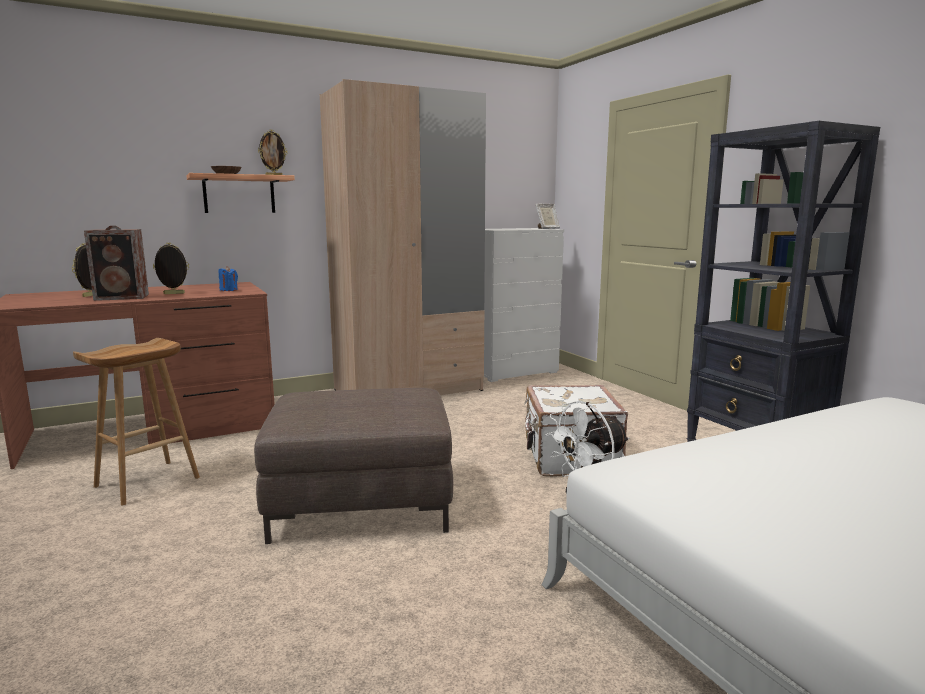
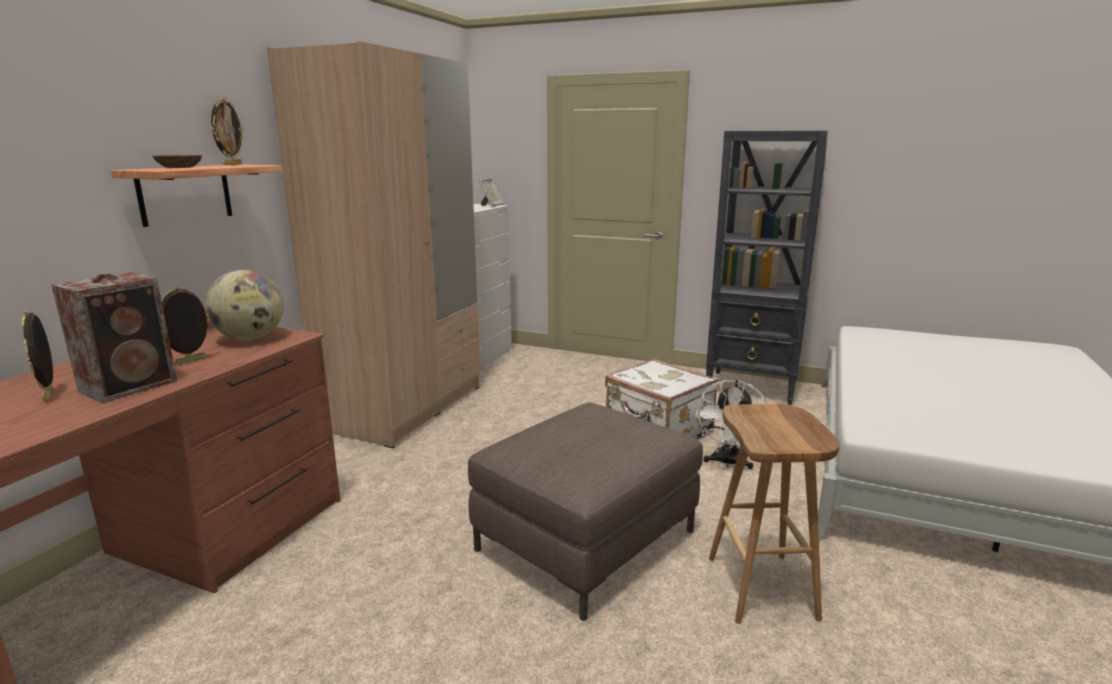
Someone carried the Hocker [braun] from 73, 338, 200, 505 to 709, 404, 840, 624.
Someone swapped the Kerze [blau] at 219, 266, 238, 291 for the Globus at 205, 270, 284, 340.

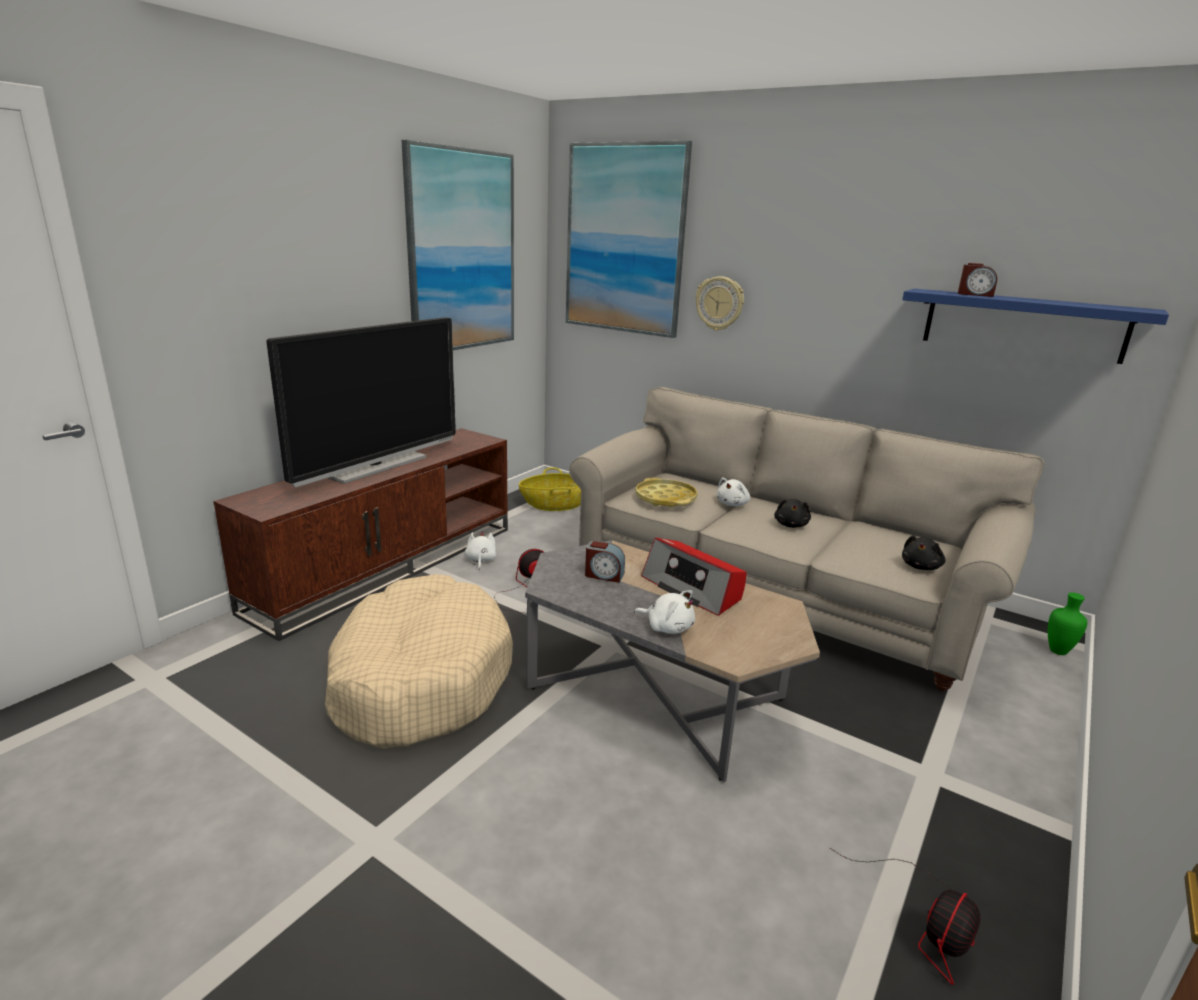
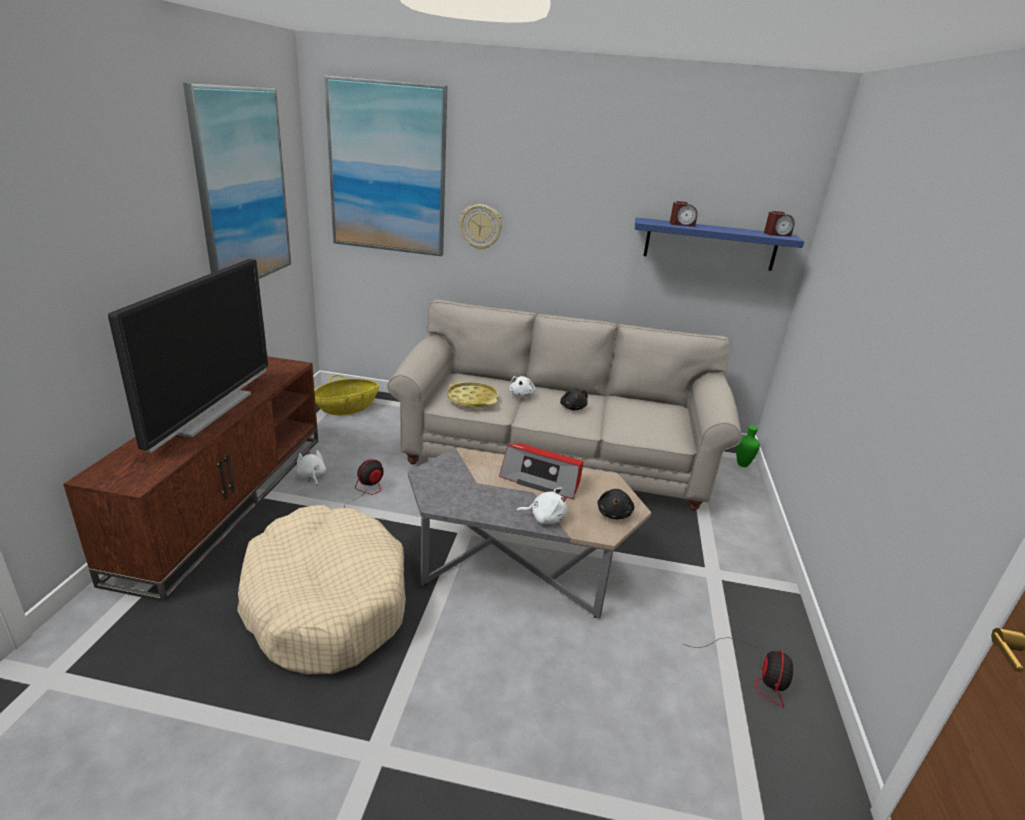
Someone carried the Wecker from 585, 541, 625, 583 to 764, 211, 794, 237.
Someone carried the Plüschtier [schwarz] from 902, 536, 945, 570 to 597, 489, 634, 519.

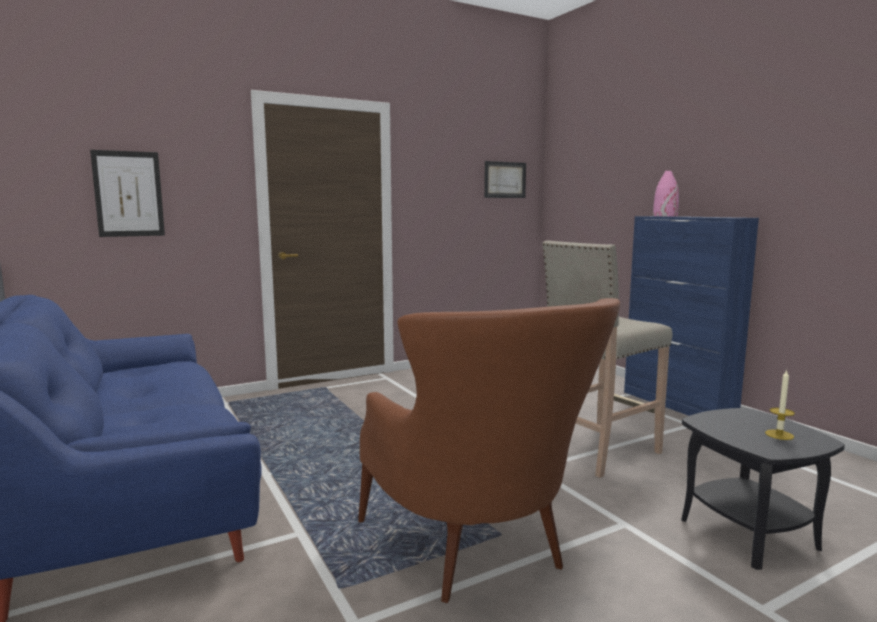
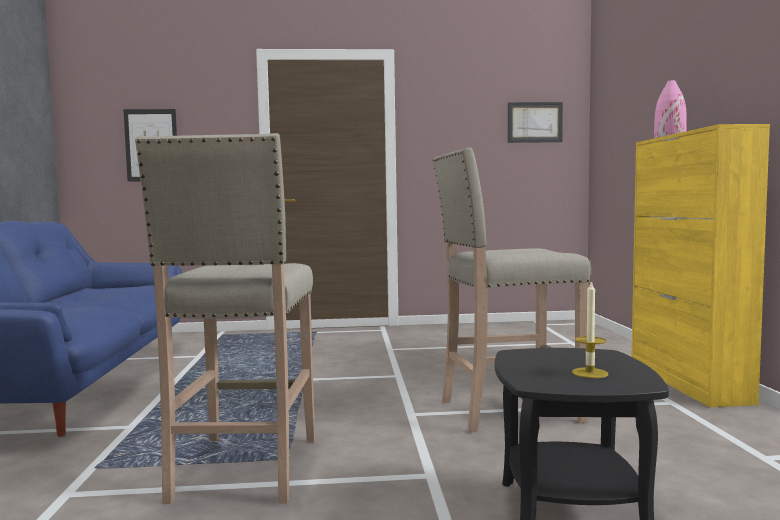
Someone swapped the Sessel [braun] at 358, 298, 620, 603 for the Hocker [beige] at 135, 133, 315, 504.
Someone repainted the Schrank [blau] at 624, 216, 759, 416, which became the Schrank [gelb] at 632, 124, 770, 407.

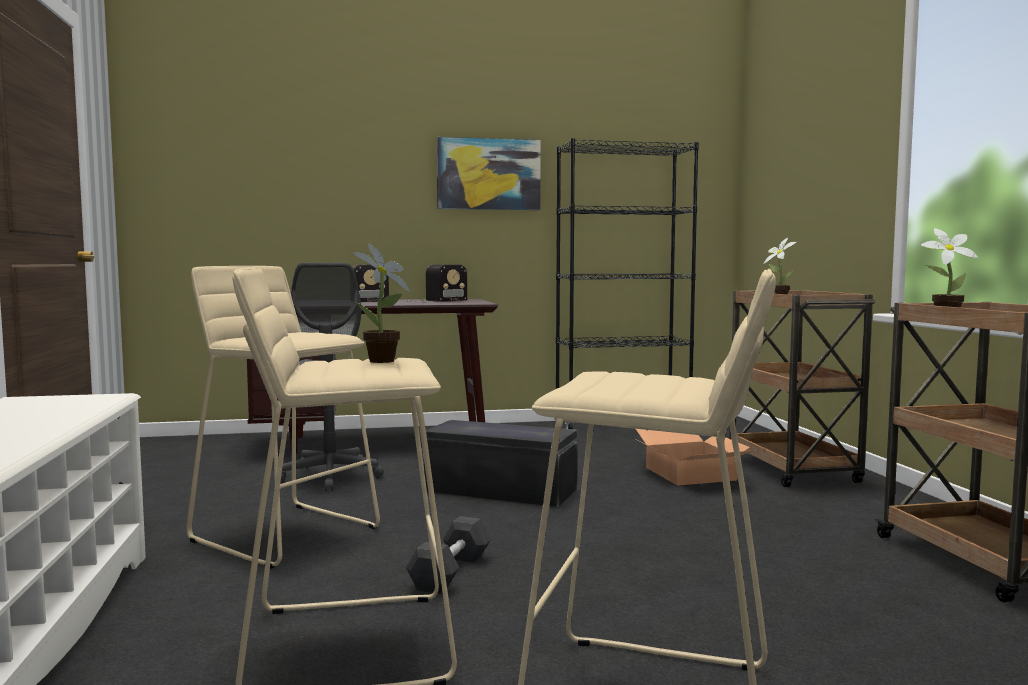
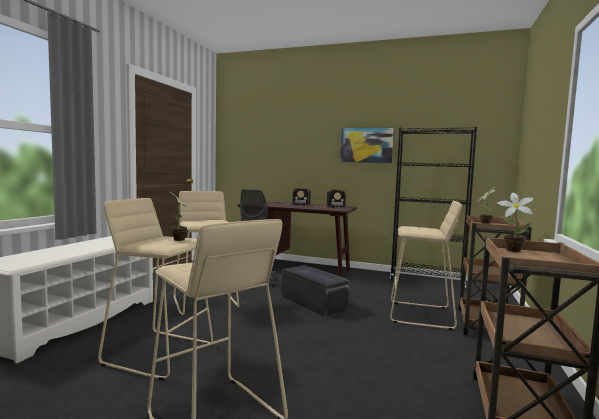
Someone took away the Hantel [grau] at 406, 516, 491, 594.
Someone swapped the Karton at 636, 429, 756, 486 for the Hocker [beige] at 390, 201, 462, 330.

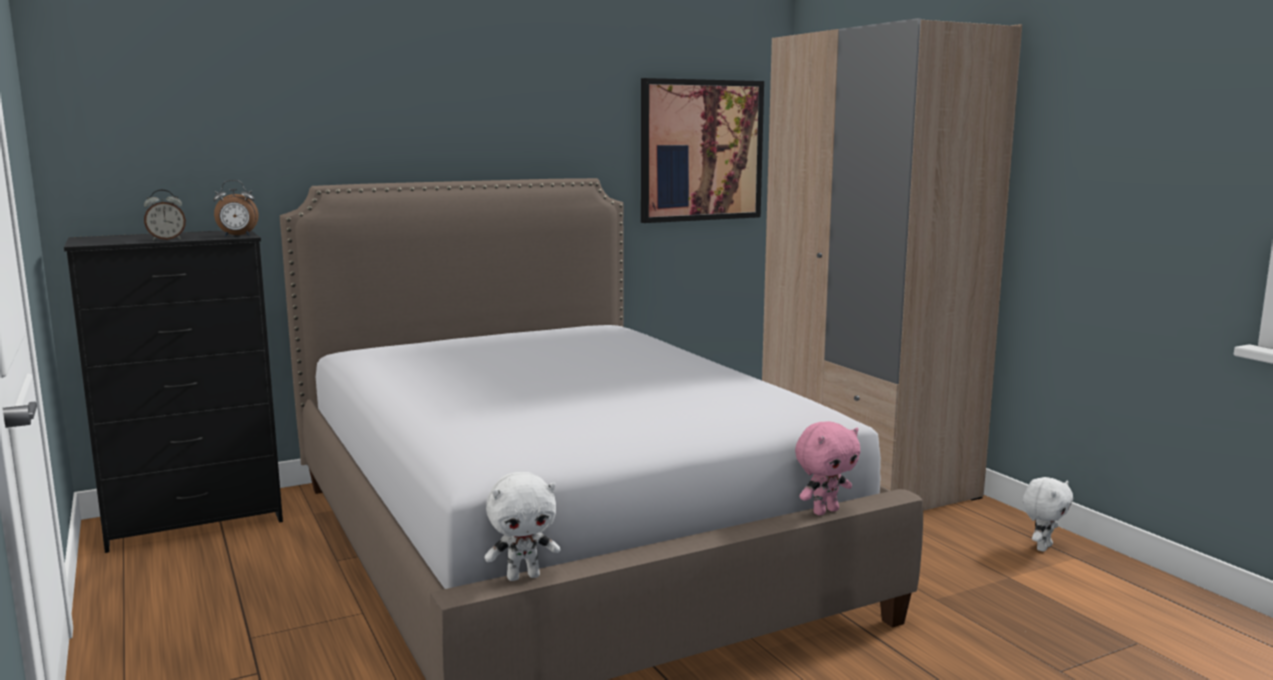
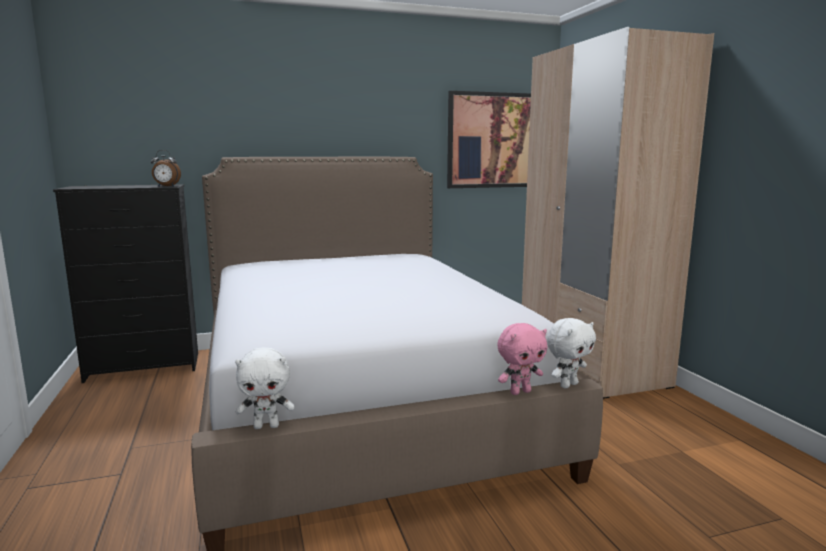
Someone took away the Wecker at 144, 190, 186, 240.
Someone carried the Plüschtier [weiß] from 1023, 477, 1073, 552 to 547, 318, 596, 389.

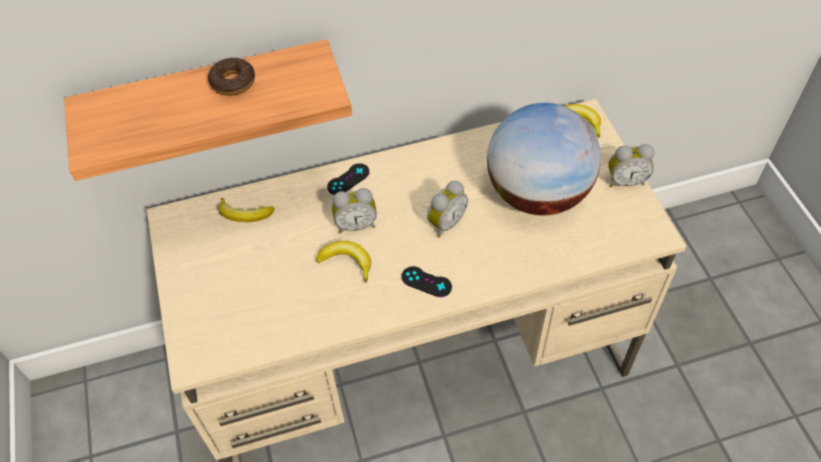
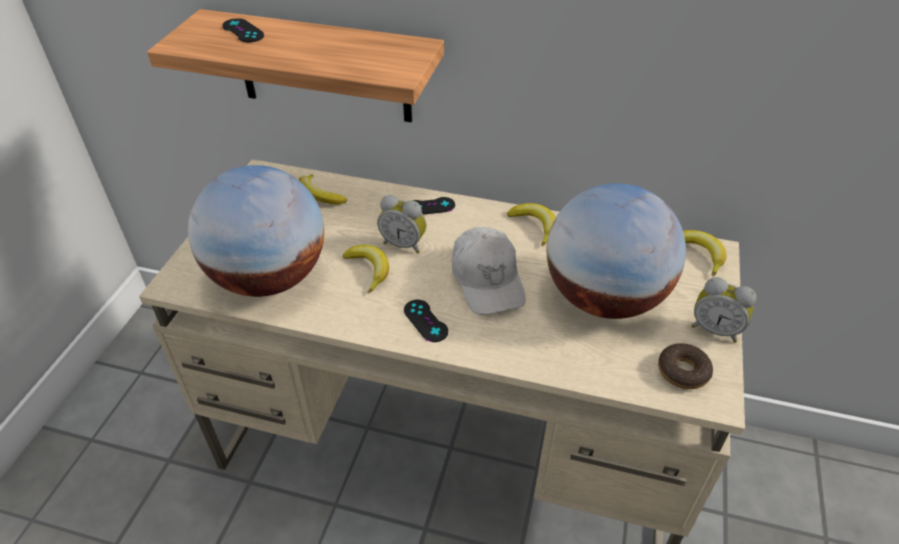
Someone put down the Globus at 188, 165, 324, 297.
Someone put down the Gamepad [schwarz] at 222, 18, 264, 42.
Someone put down the Banane at 507, 203, 556, 246.
Someone carried the Donut from 208, 58, 255, 96 to 658, 343, 713, 389.
Someone swapped the Wecker at 427, 181, 468, 237 for the Kappe [weiß] at 452, 227, 526, 315.

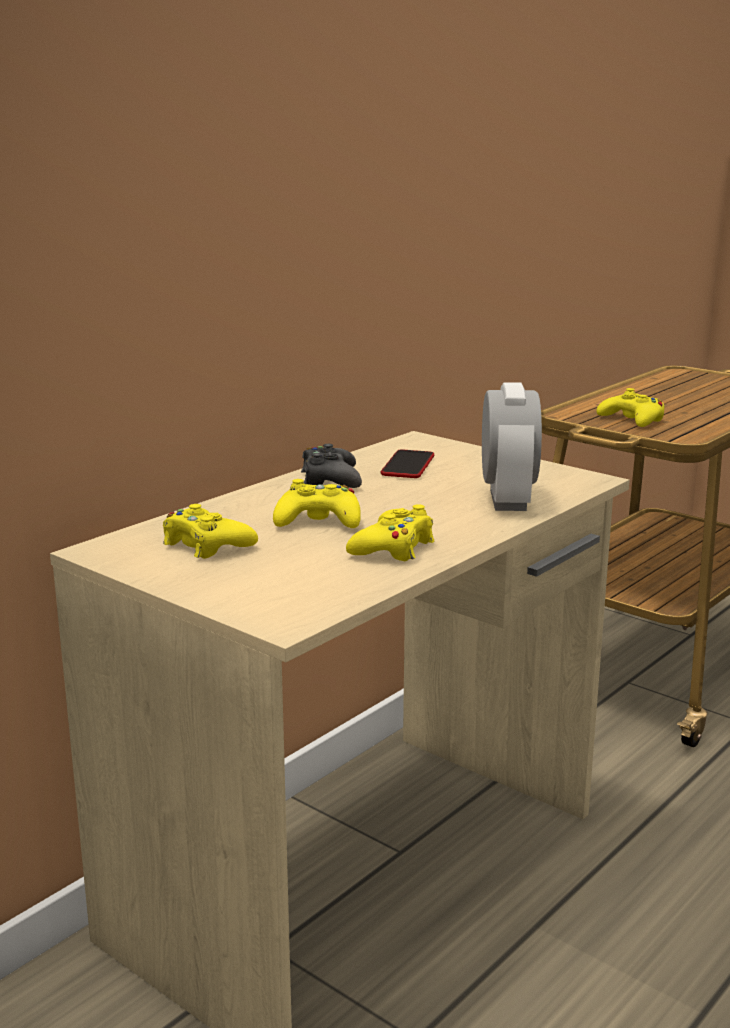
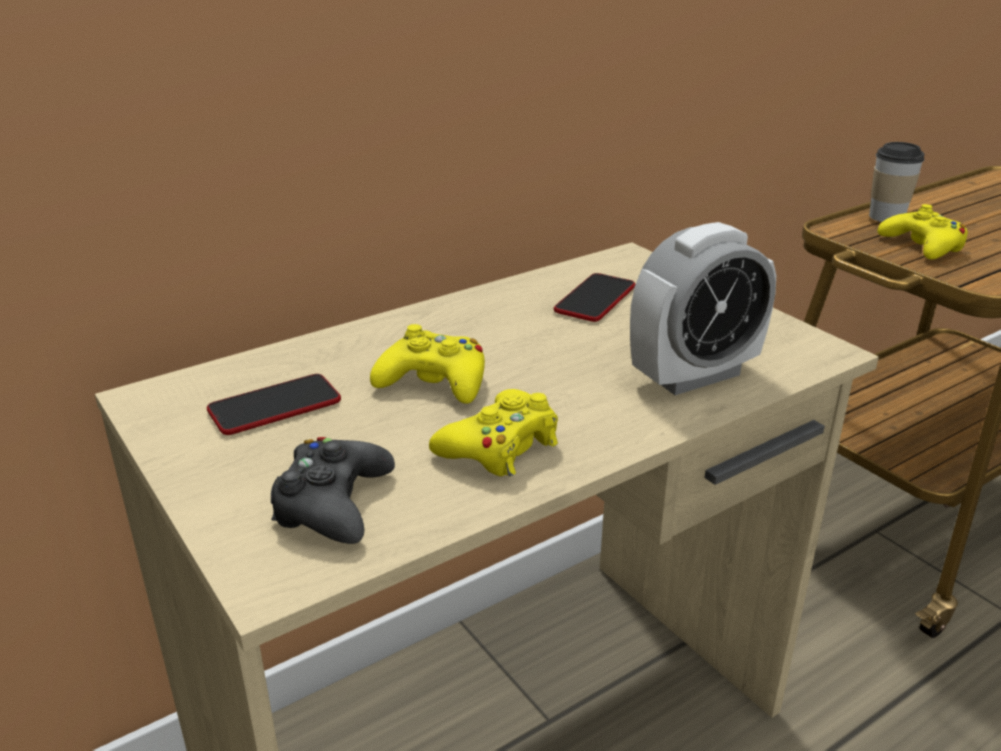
Someone put down the Tasse at 869, 142, 925, 222.
Someone carried the Gamepad [schwarz] from 301, 444, 362, 488 to 271, 437, 395, 544.
Someone swapped the Gamepad [gelb] at 163, 504, 258, 559 for the Handy at 207, 374, 341, 435.
Someone rotated the Wecker at 482, 382, 542, 511 by 45 degrees clockwise.

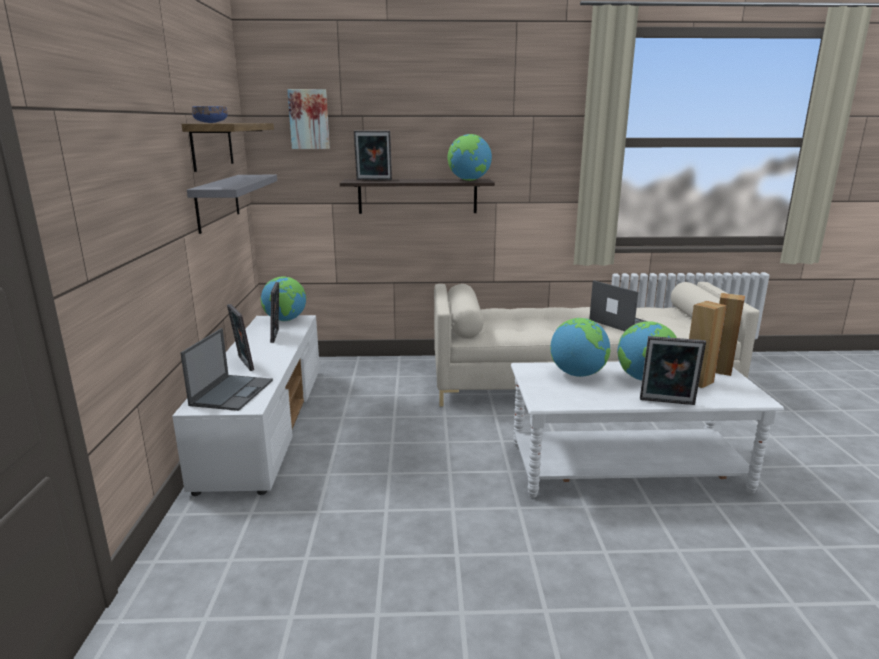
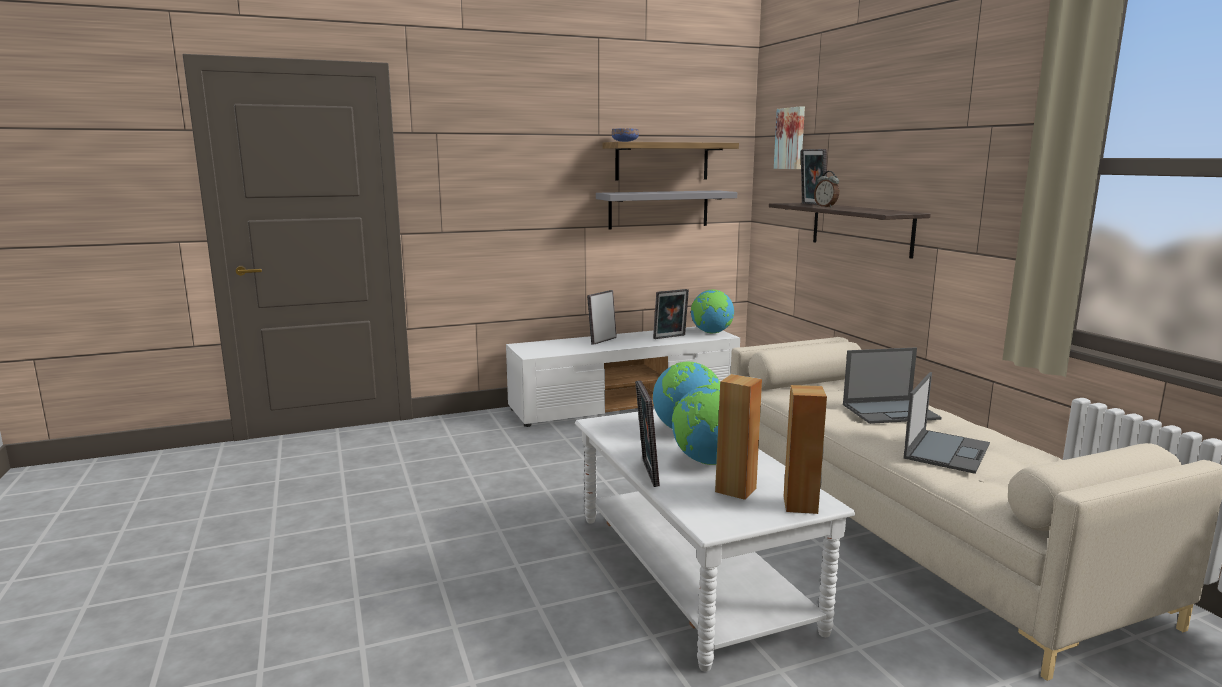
Someone took away the Globus at 448, 134, 492, 181.
Someone put down the Wecker at 814, 171, 839, 207.
Someone carried the Laptop from 180, 328, 273, 411 to 843, 348, 942, 424.

